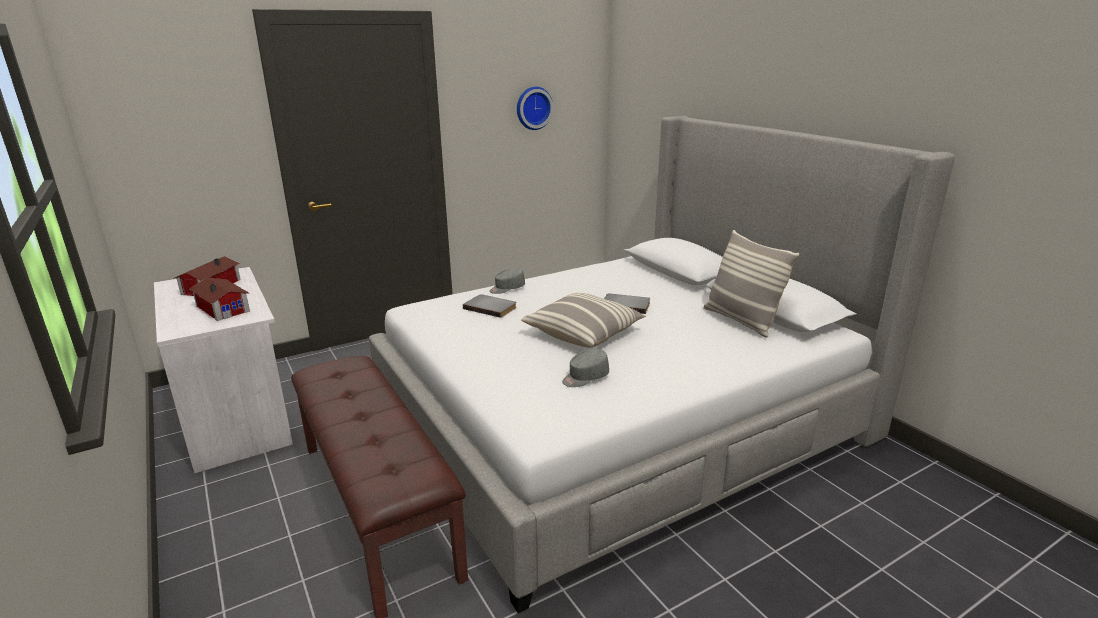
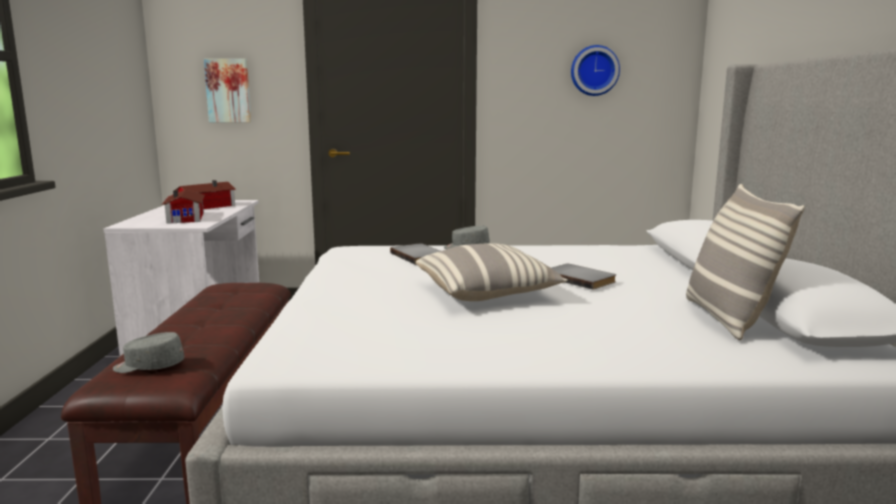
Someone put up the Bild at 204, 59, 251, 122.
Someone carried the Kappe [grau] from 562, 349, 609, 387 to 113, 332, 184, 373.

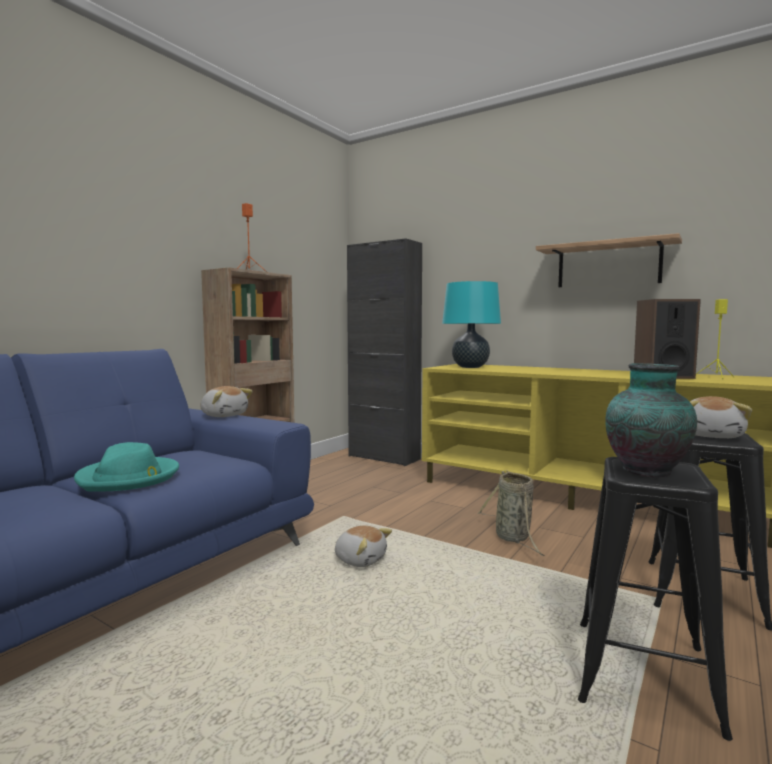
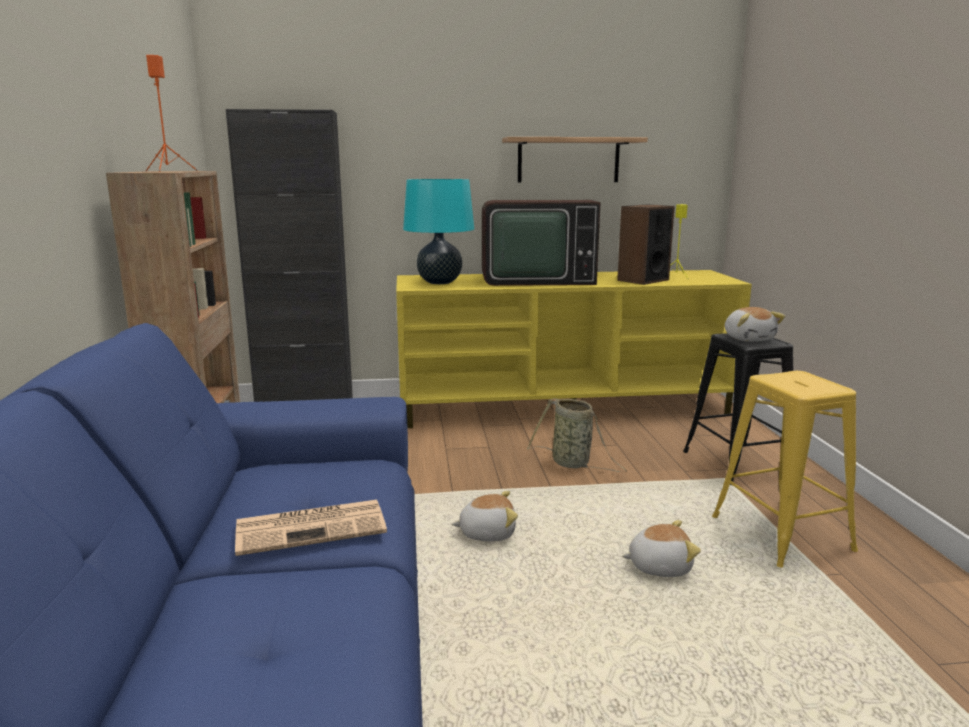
Someone took away the Vase at 605, 363, 697, 477.
Someone put down the Fernseher at 482, 200, 601, 286.
Someone carried the Plüschtier from 200, 386, 253, 417 to 622, 520, 701, 577.
Someone swapped the Hut [türkis] at 74, 442, 179, 492 for the Zeitung at 235, 500, 387, 556.
Someone repainted the Hocker [schwarz] at 578, 457, 733, 741, which became the Hocker [gelb] at 712, 371, 858, 568.

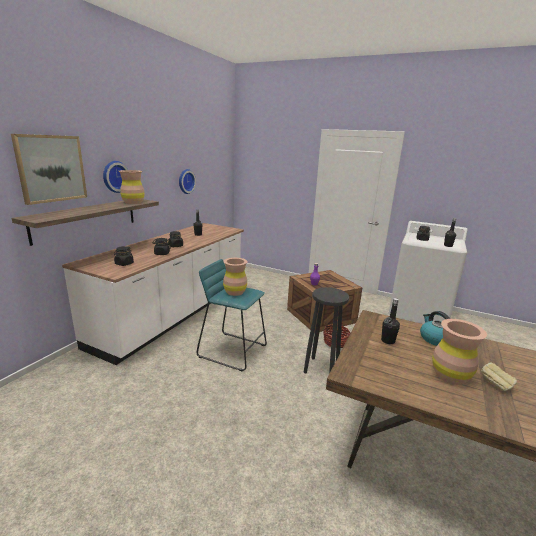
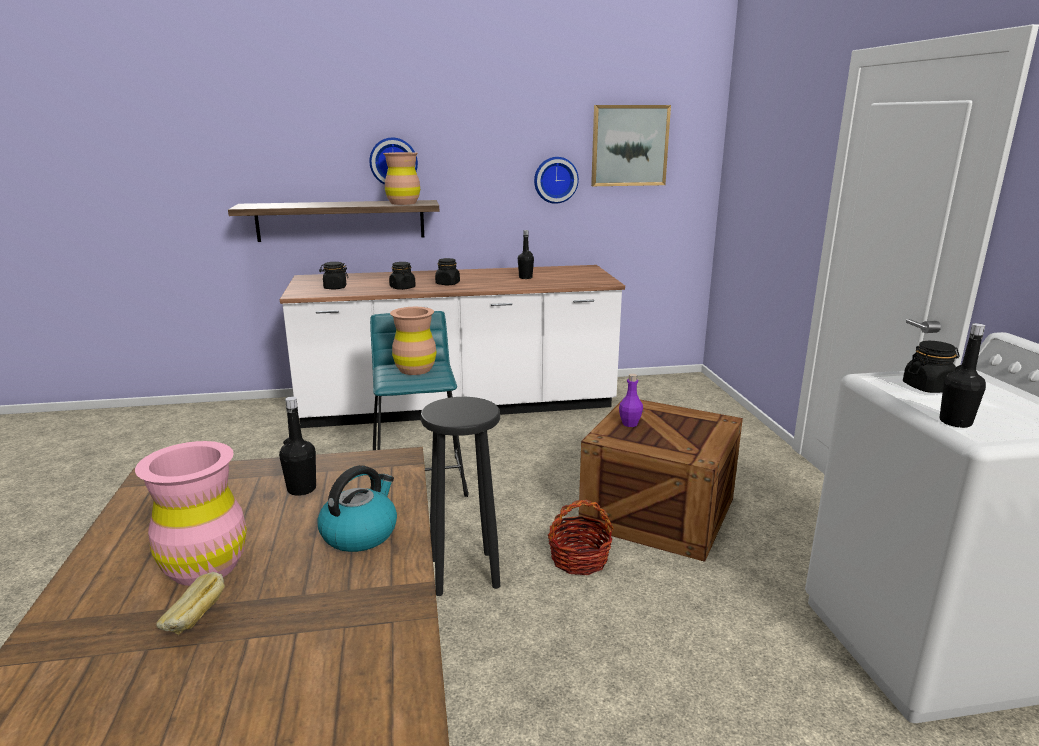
Someone carried the Bild from 11, 134, 87, 205 to 591, 105, 671, 186.
Someone repainted the Vase [braun] at 432, 319, 487, 385, which became the Vase [rosa] at 135, 441, 247, 586.

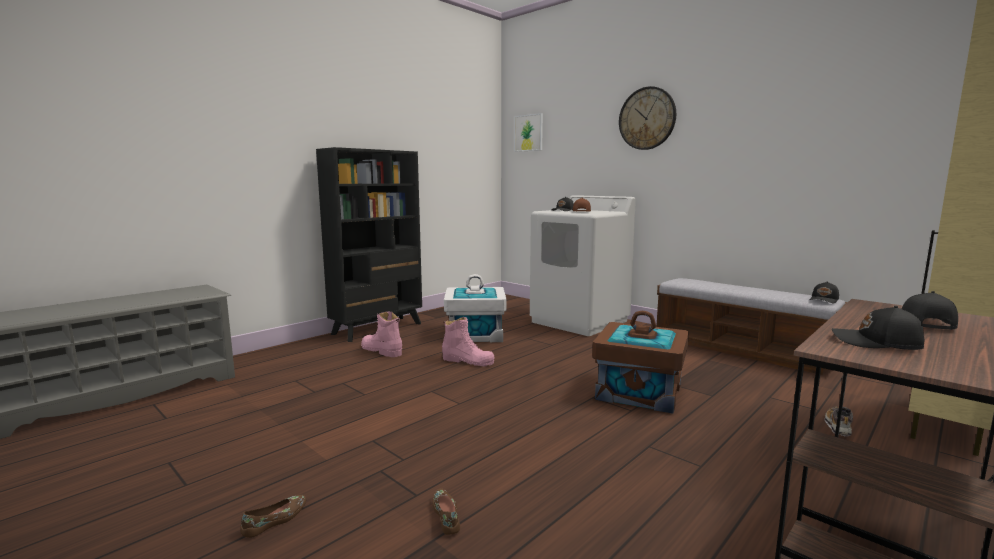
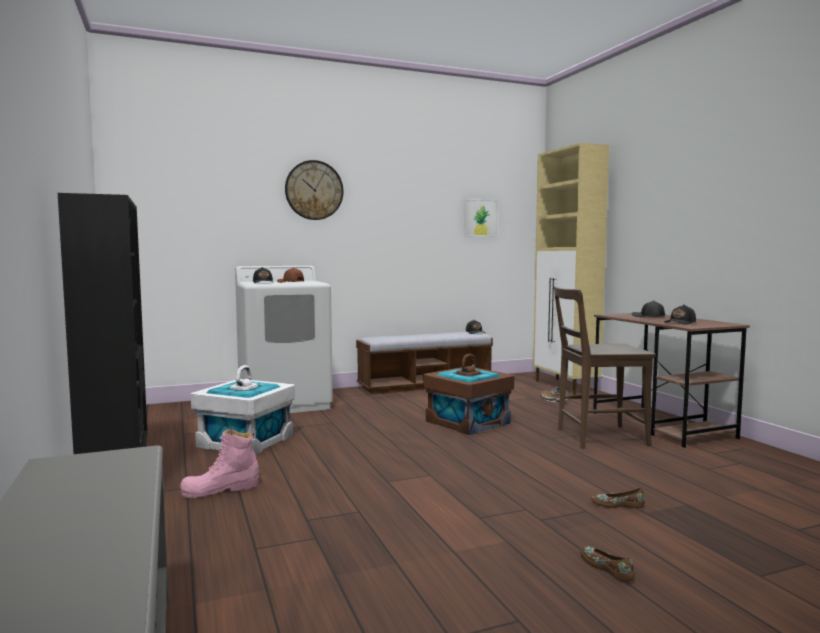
Someone took away the Stiefel [rosa] at 442, 317, 494, 367.
Someone put down the Stuhl [braun] at 554, 286, 655, 448.
Someone carried the Bild from 514, 113, 543, 152 to 464, 199, 498, 237.

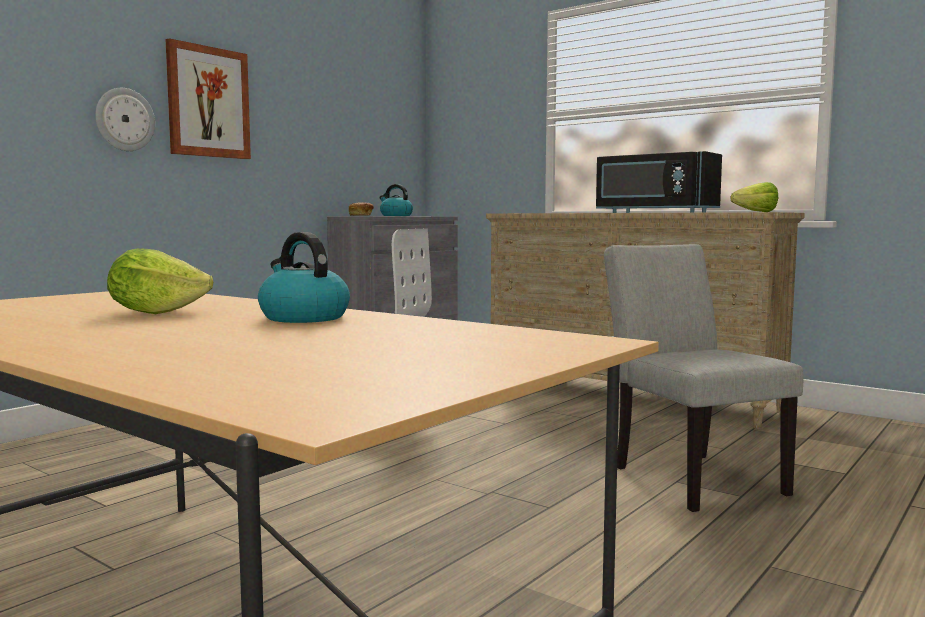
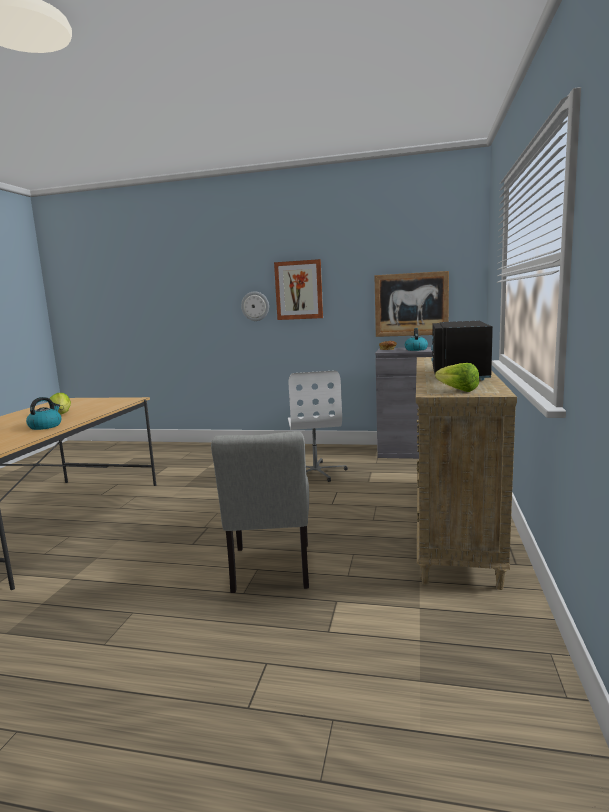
Someone put up the Bild at 374, 271, 449, 337.
Someone rotated the Stuhl [grau] at 604, 244, 803, 512 by 135 degrees clockwise.

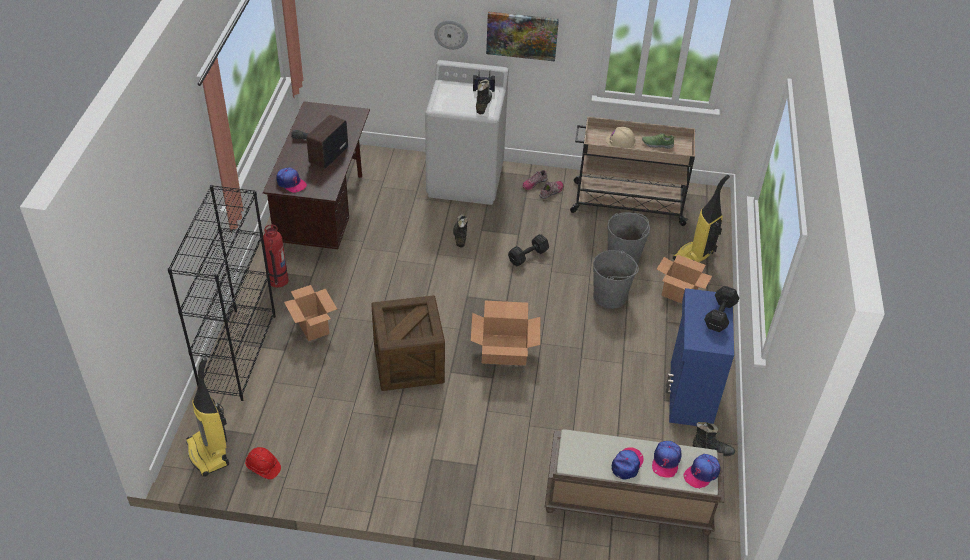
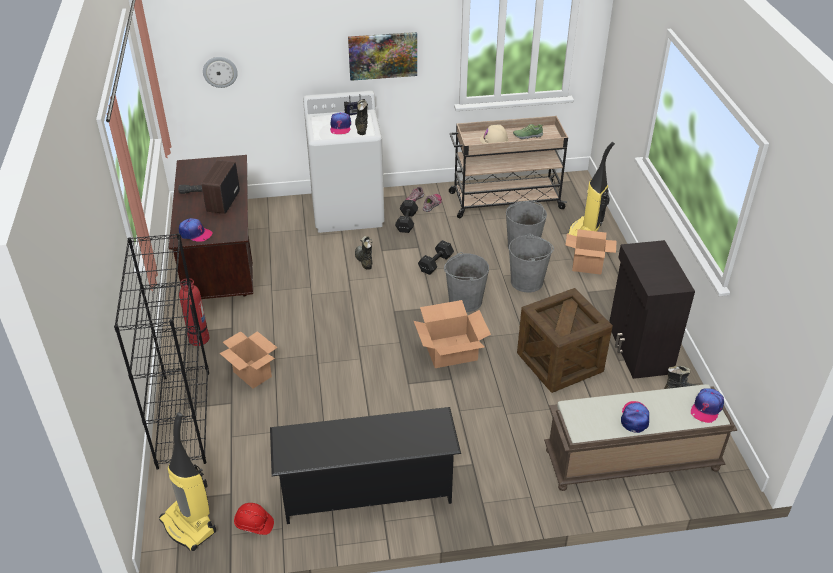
Someone put down the Schuhregal [schwarz] at 270, 407, 461, 524.
Someone put down the Eimer [grau] at 444, 252, 489, 312.
Someone carried the Kiste from 371, 295, 445, 391 to 517, 288, 613, 393.
Someone carried the Wanduhr from 434, 20, 468, 50 to 203, 57, 238, 88.
Someone carried the Kappe from 652, 441, 682, 478 to 330, 112, 351, 134.
Someone carried the Hantel [schwarz] from 704, 286, 739, 332 to 395, 200, 418, 233.
Someone repainted the Schrank [blau] at 666, 288, 734, 426, which became the Schrank [schwarz] at 609, 240, 695, 379.

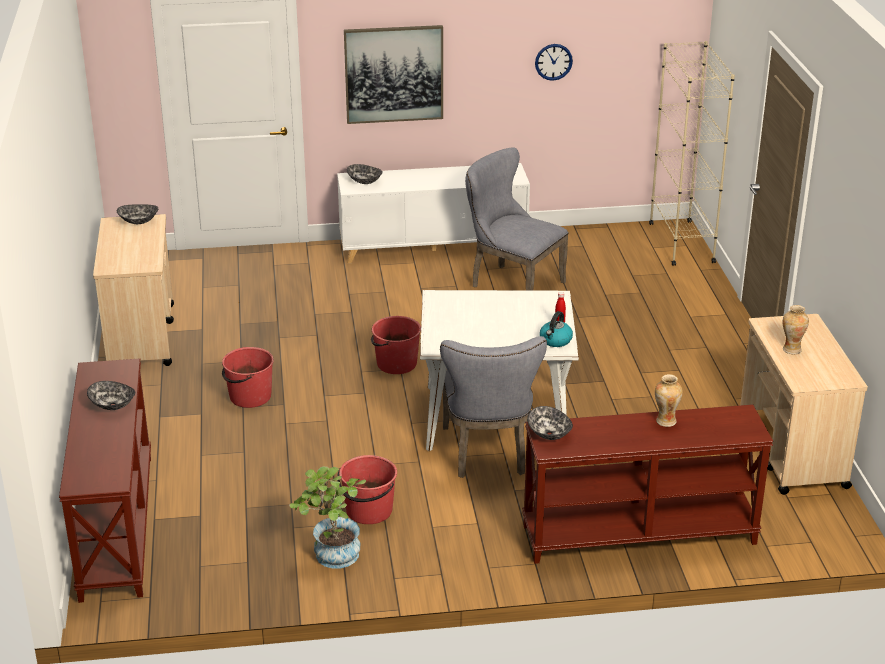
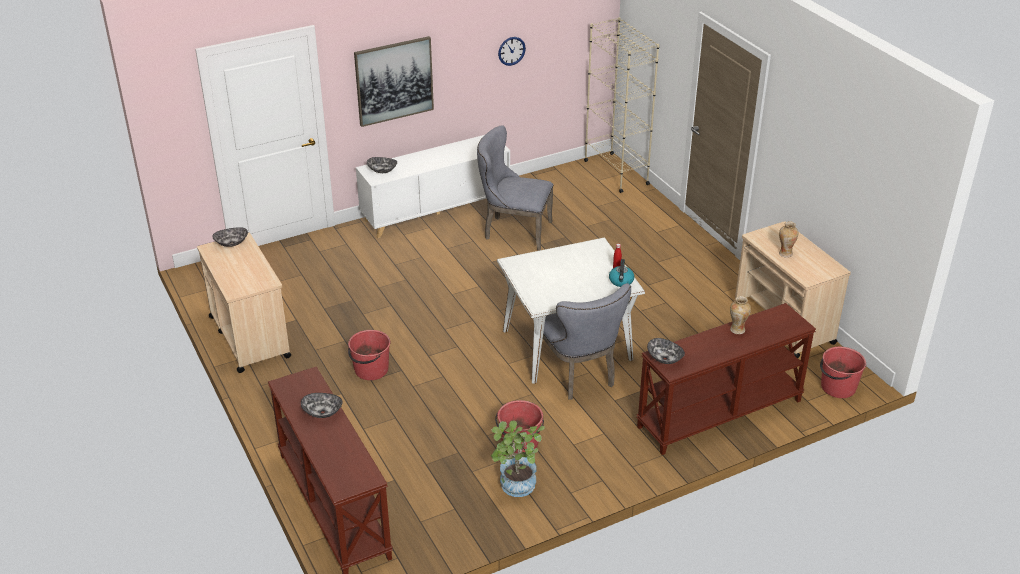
Someone carried the Eimer [rot] from 371, 316, 421, 374 to 820, 346, 866, 398.

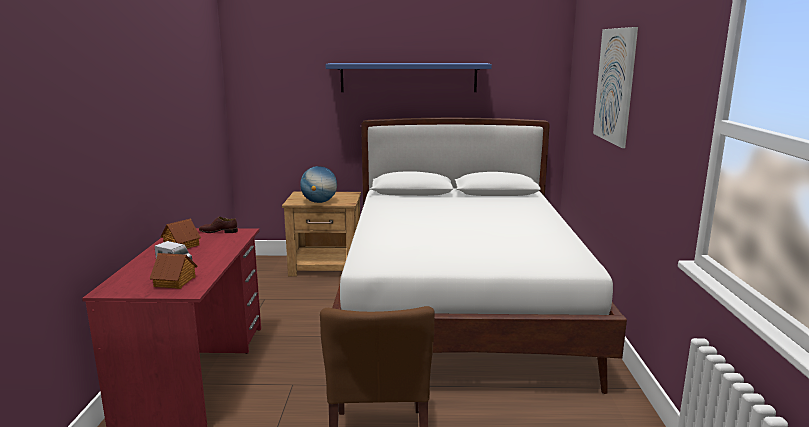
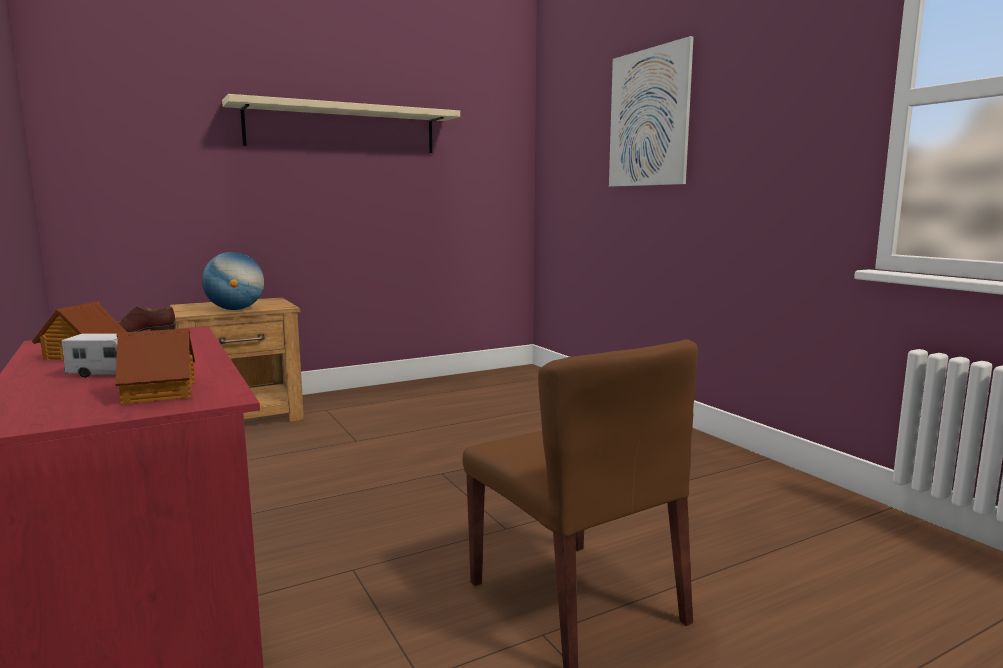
Someone took away the Bett [weiß] at 332, 118, 627, 394.
Someone repainted the Wandregal [blau] at 326, 63, 492, 92, which became the Wandregal [beige] at 222, 94, 460, 153.

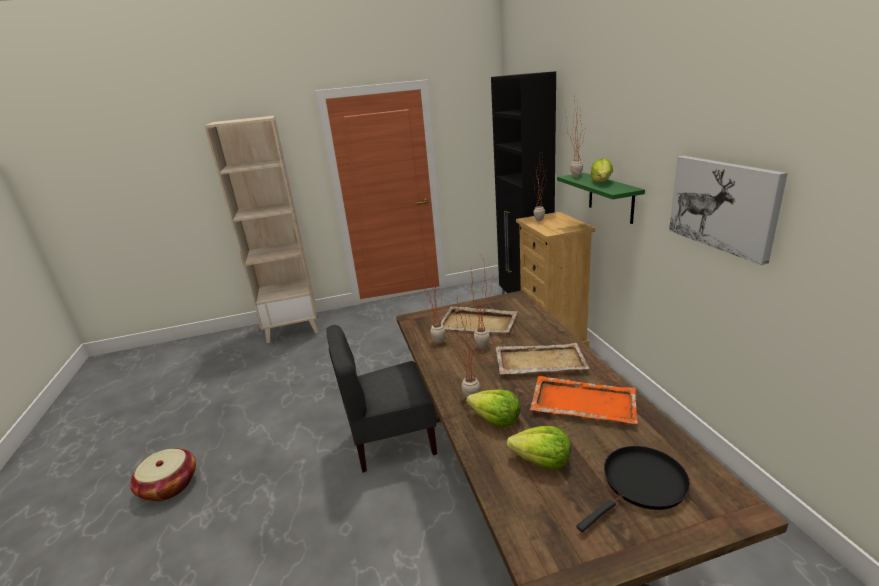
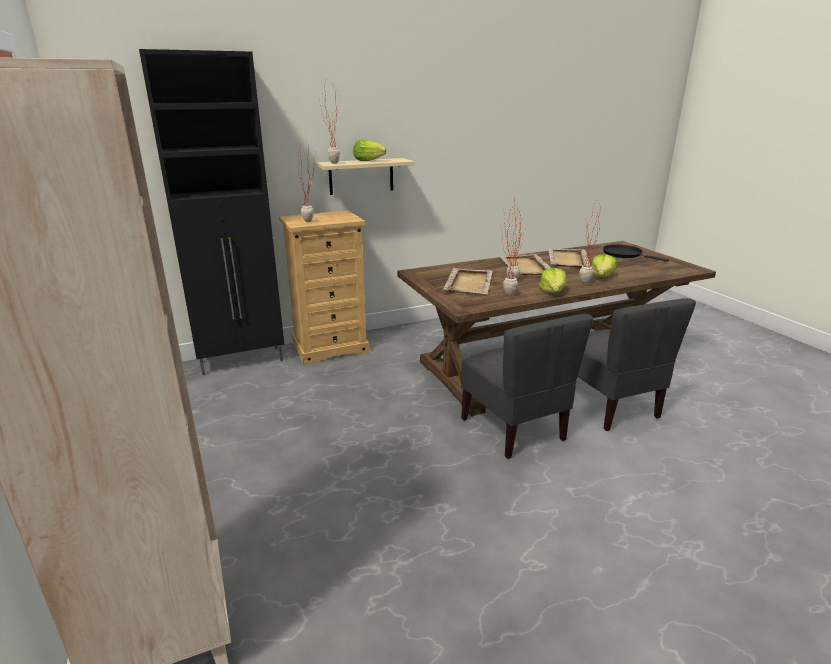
Someone took away the Korb at 130, 448, 196, 501.
Someone took away the Bild at 669, 156, 788, 265.
Someone put down the Stuhl [grau] at 577, 298, 696, 431.
Someone carried the Salatkopf from 507, 426, 571, 470 to 539, 268, 567, 293.
Someone repainted the Tablett [orange] at 530, 376, 638, 424, which became the Tablett [beige] at 549, 249, 591, 268.
Someone repainted the Wandregal [grün] at 557, 173, 645, 224, which became the Wandregal [beige] at 316, 158, 415, 195.

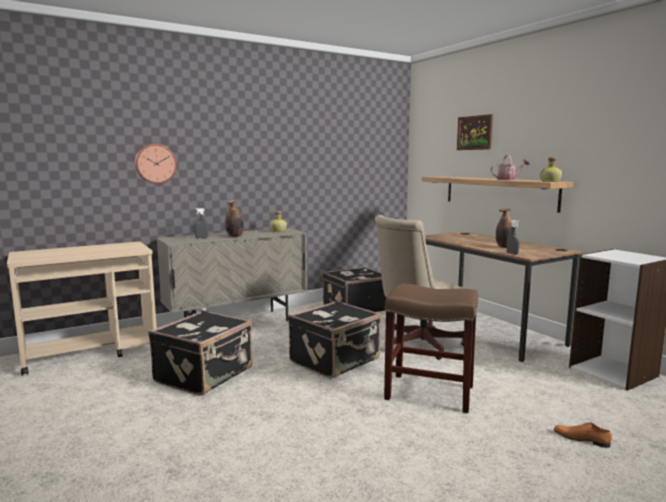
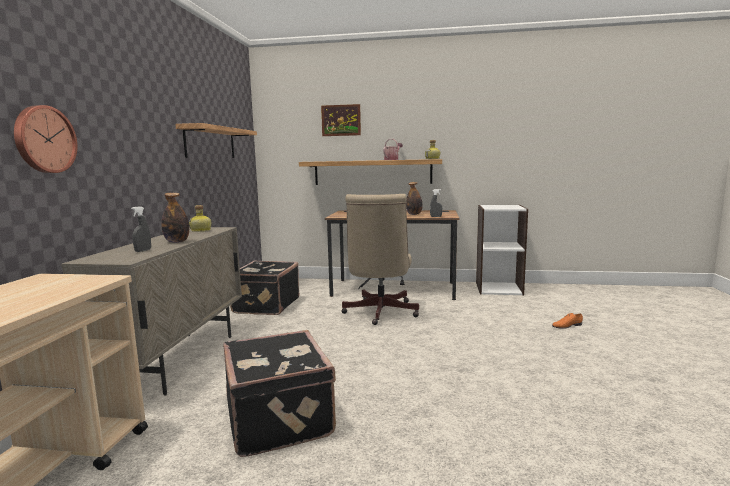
Someone took away the Koffer [schwarz] at 288, 301, 381, 379.
Someone took away the Hocker [braun] at 384, 283, 478, 413.
Someone put up the Wandregal at 175, 123, 257, 158.

